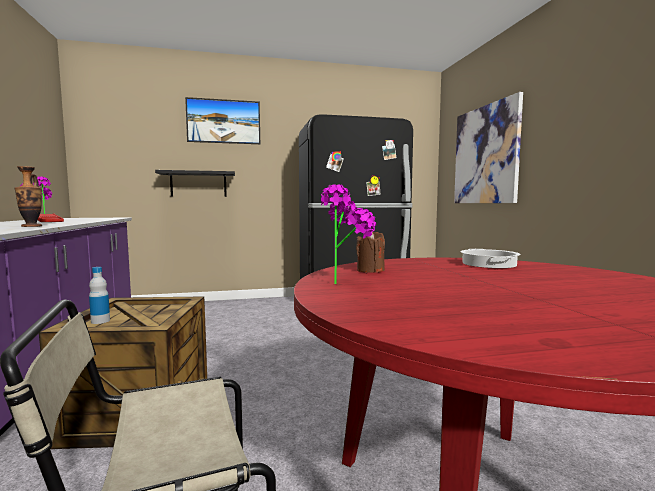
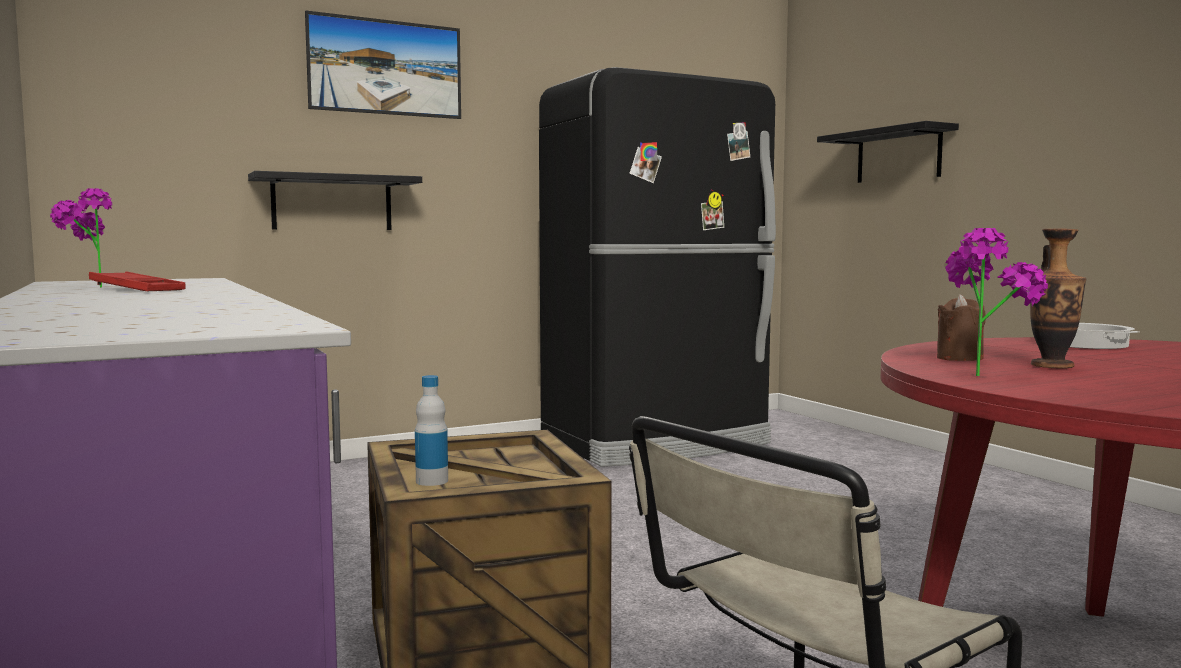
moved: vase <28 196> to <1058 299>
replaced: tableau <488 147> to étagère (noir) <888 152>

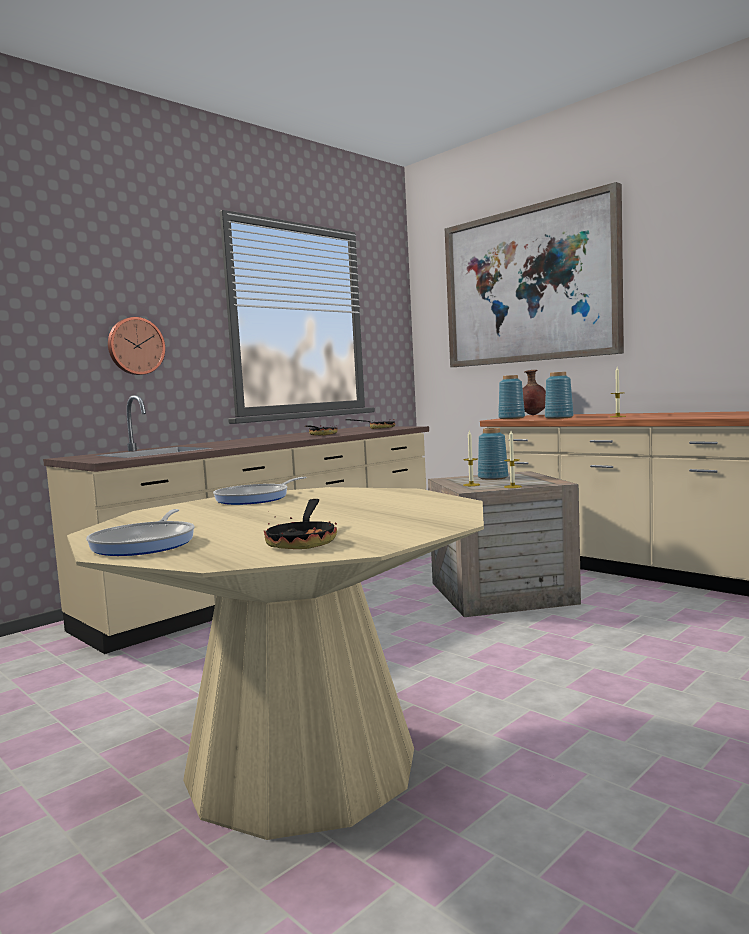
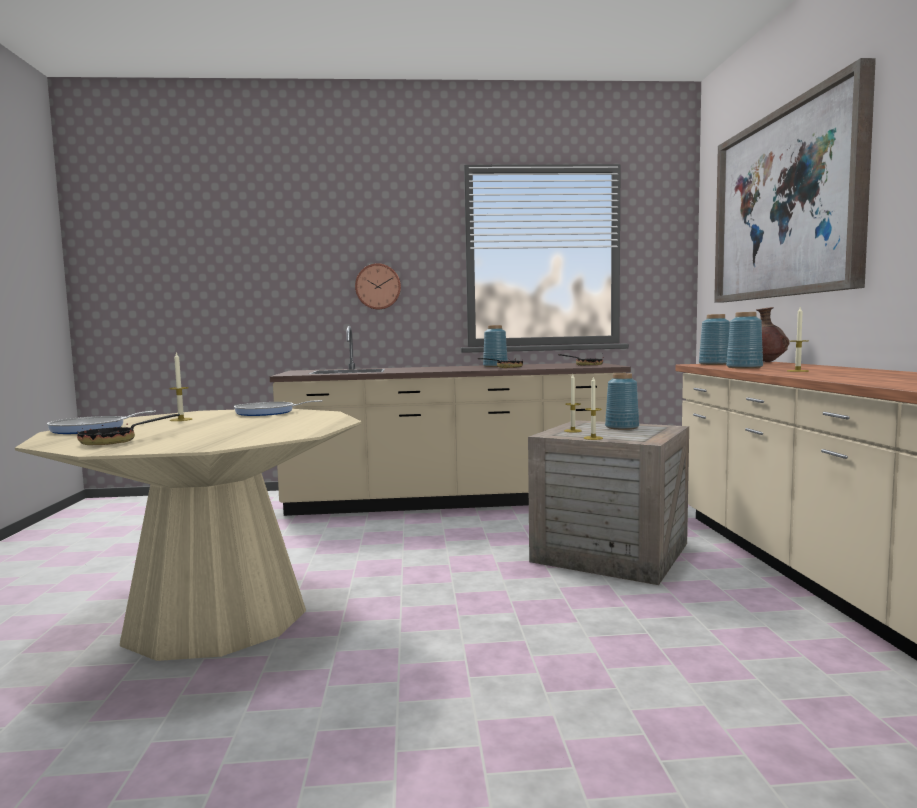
added: vase (bleu) <495 346>; bougie <180 386>

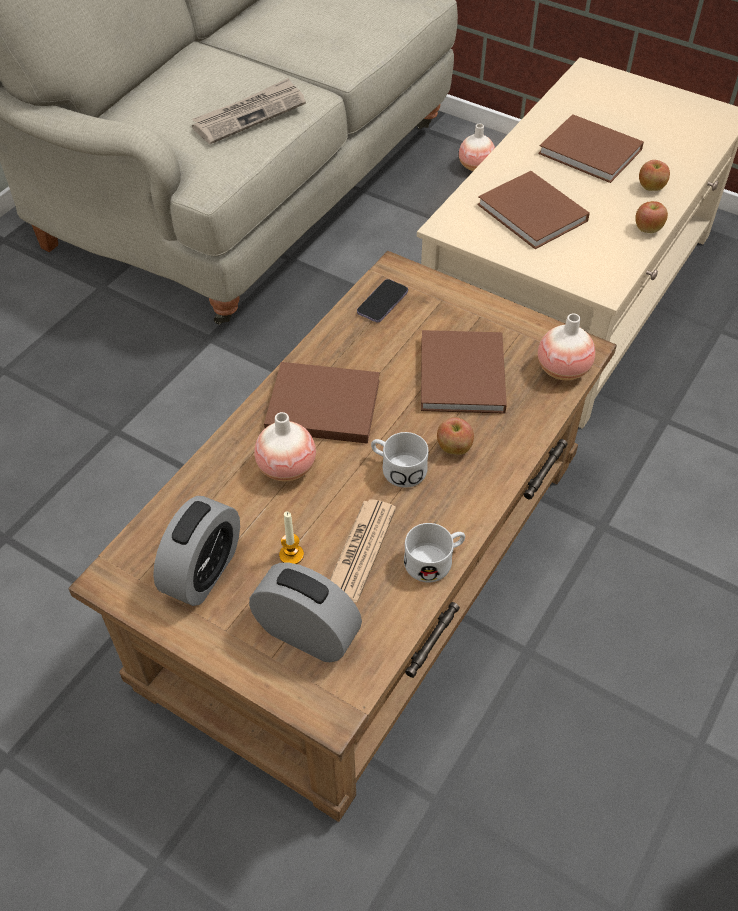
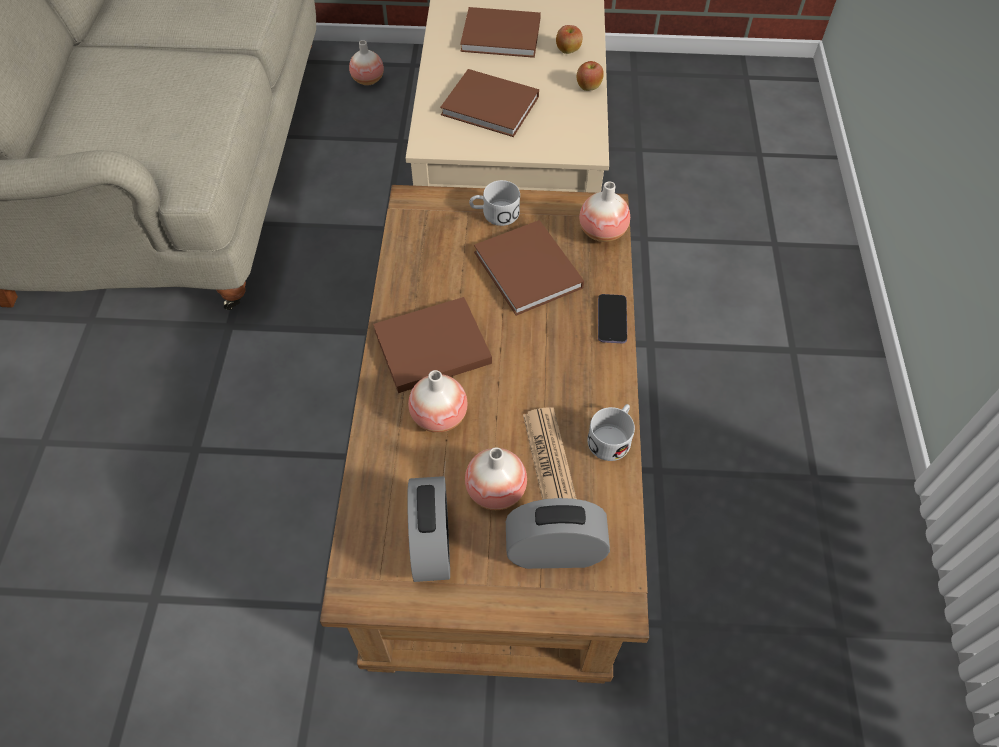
removed: journal <249 111>; pomme <455 436>
moved: téléphone <382 300> to <612 318>; mug (blanc) <400 460> to <494 203>
replaced: bougie <291 538> to vase <496 478>

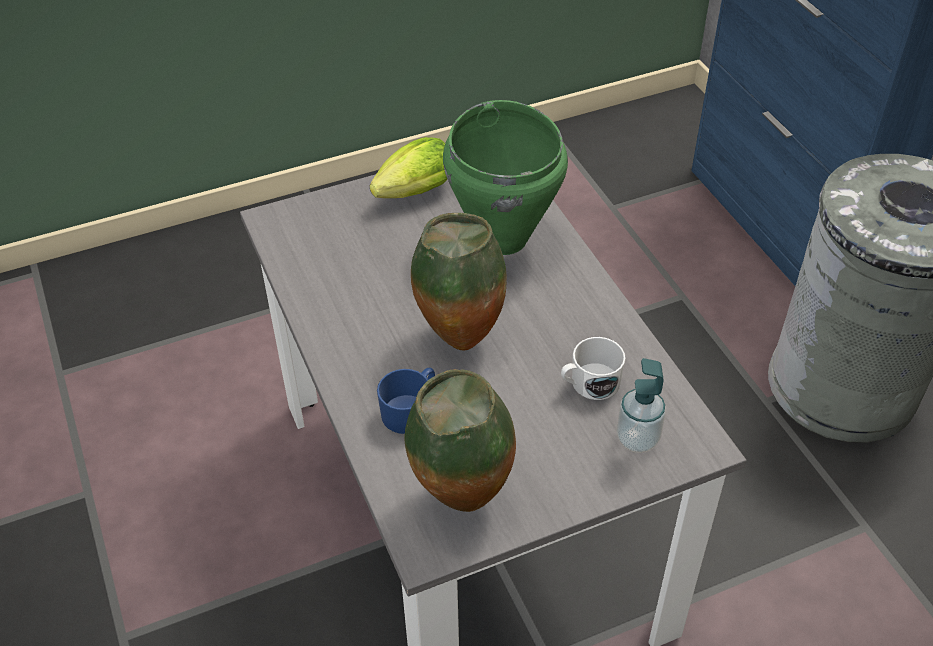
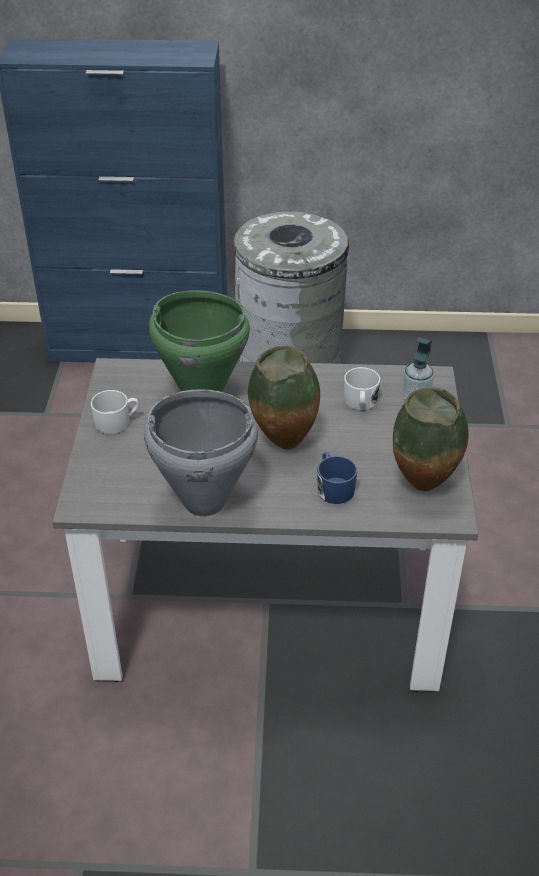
added: marmite (gris) <201 453>
replaced: laitue <408 167> to mug (blanc) <115 412>

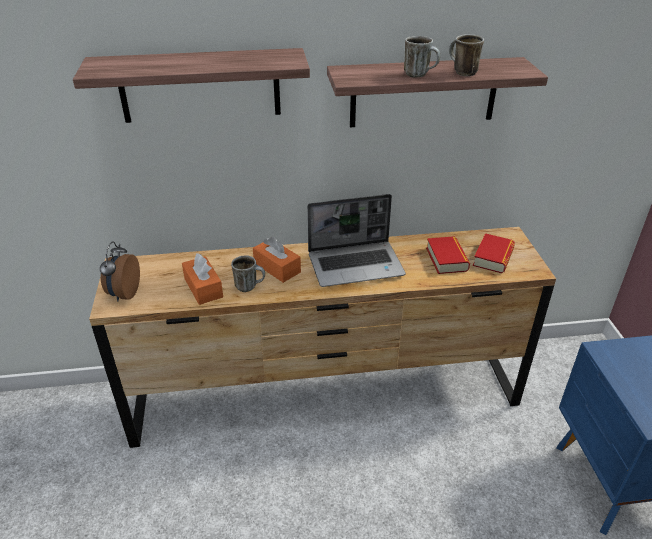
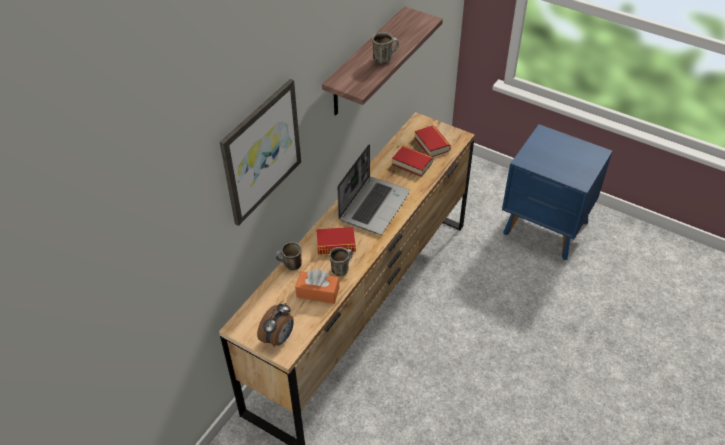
moved: mug <466 55> to <288 256>
replaced: étagère <191 85> to tableau <260 152>; boîte à mouchoirs (orange) <277 259> to livre <336 240>
turned: réveil <120 271> = <275 324> 105 degrees counterclockwise

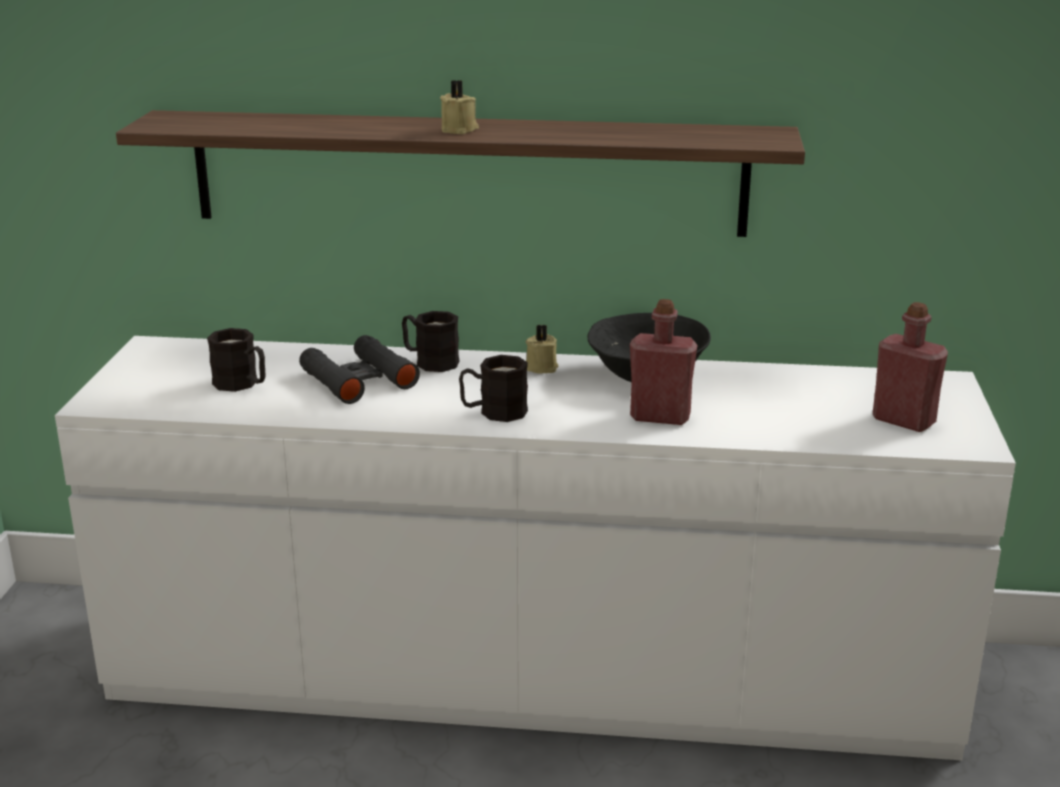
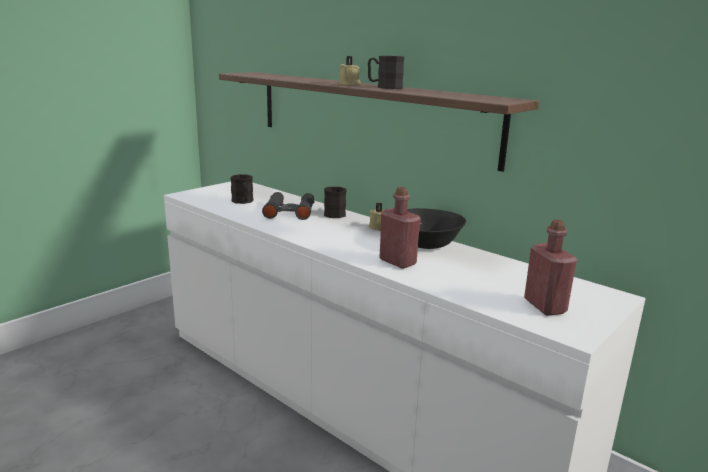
moved: mug (noir) <493 388> to <386 72>

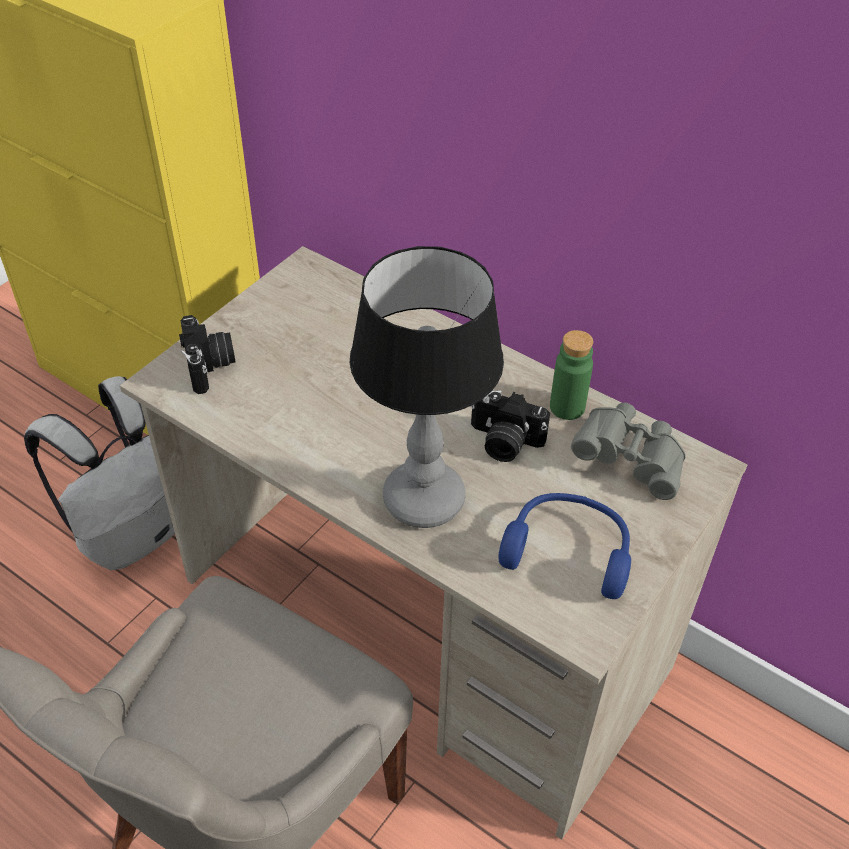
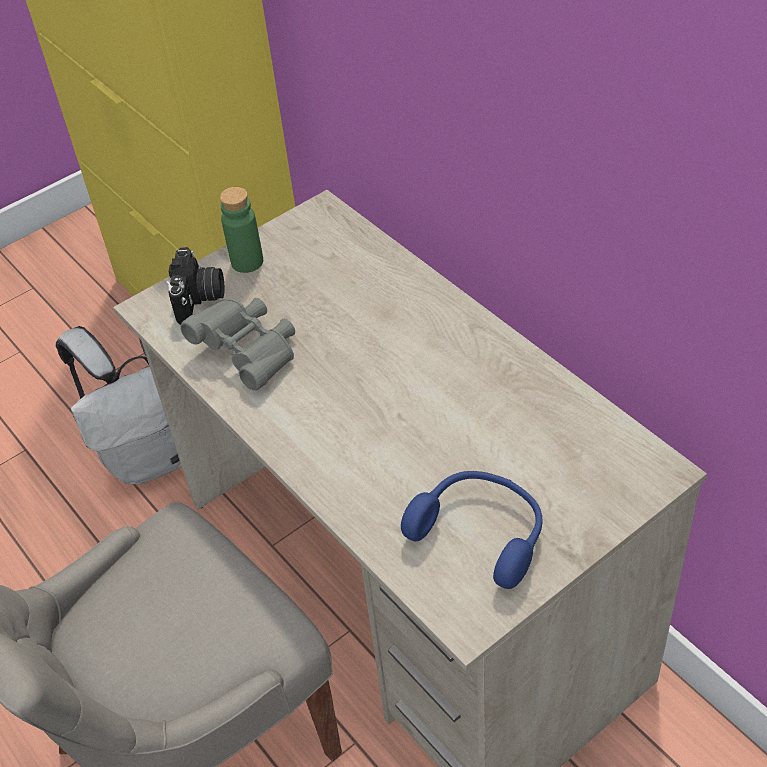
removed: lampe de table <427 387>; appareil photo <510 426>
moved: bouteille (vert) <571 375> to <241 230>; jumelles (gris) <628 451> to <238 344>

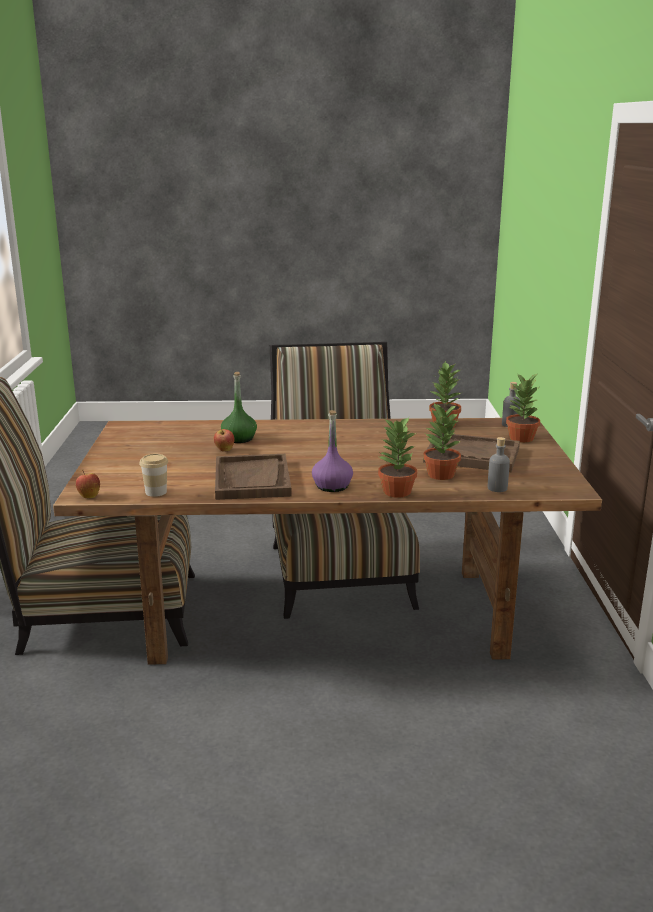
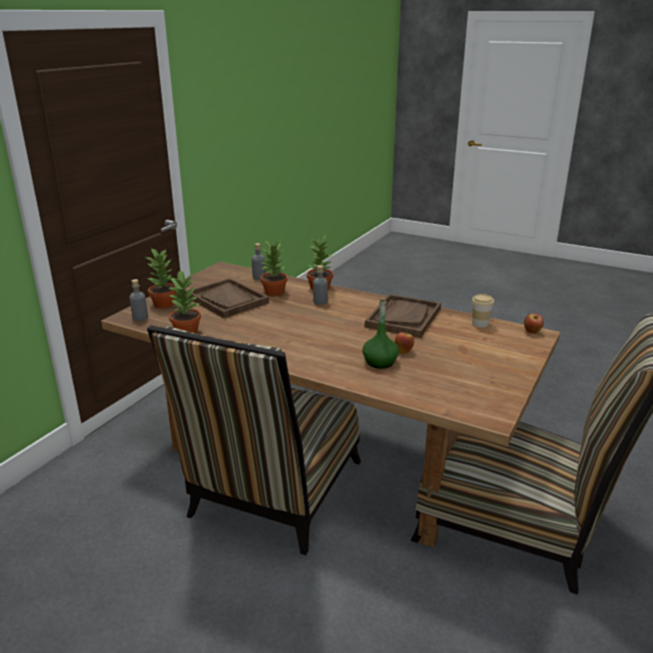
removed: bouteille (violet) <332 451>
added: bouteille (gris) <320 285>

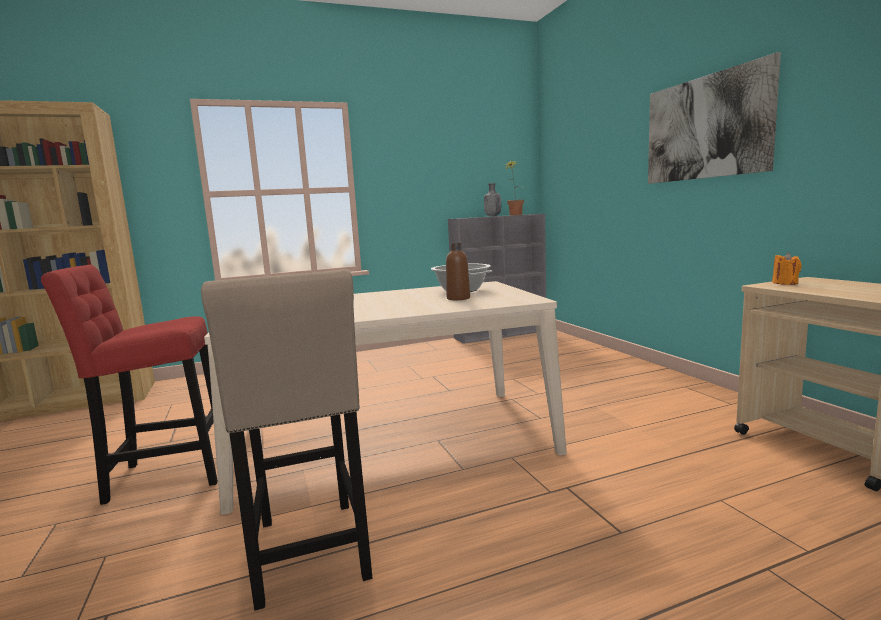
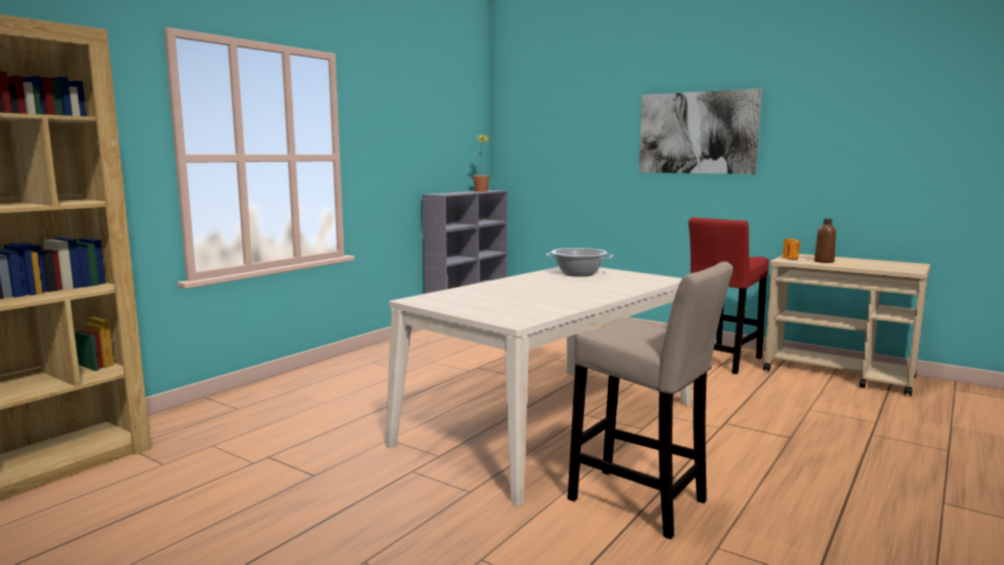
removed: bouteille (gris) <492 199>
moved: bouteille (marron) <458 271> to <825 241>; tabouret (rouge) <129 385> to <728 295>

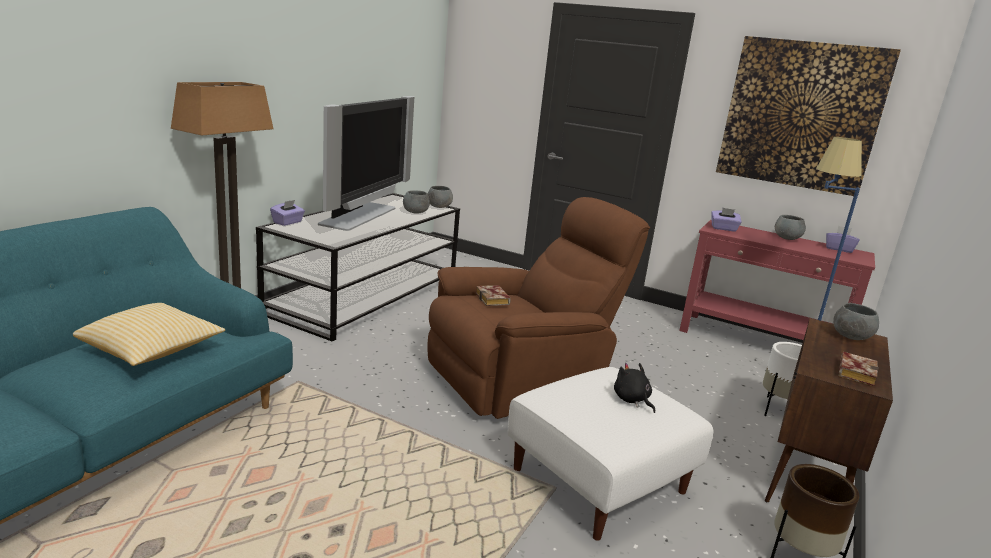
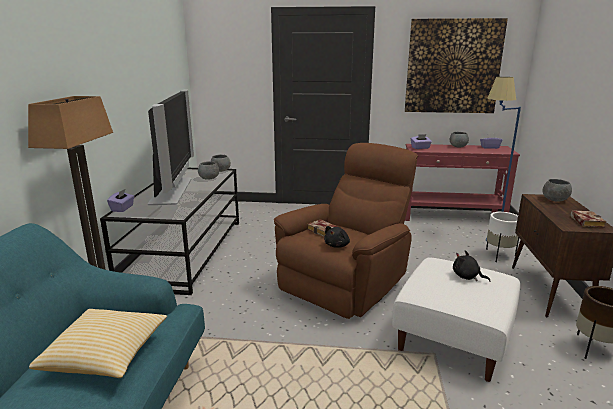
added: peluche (noir) <337 237>

